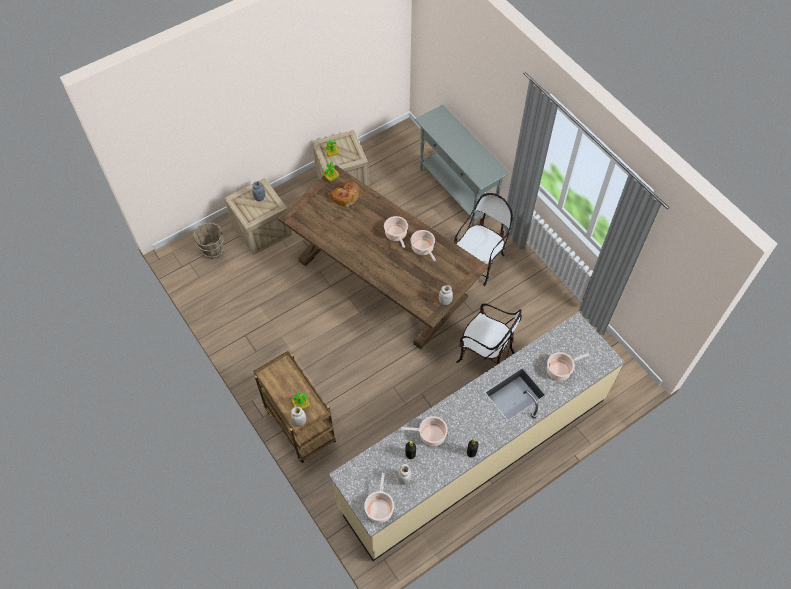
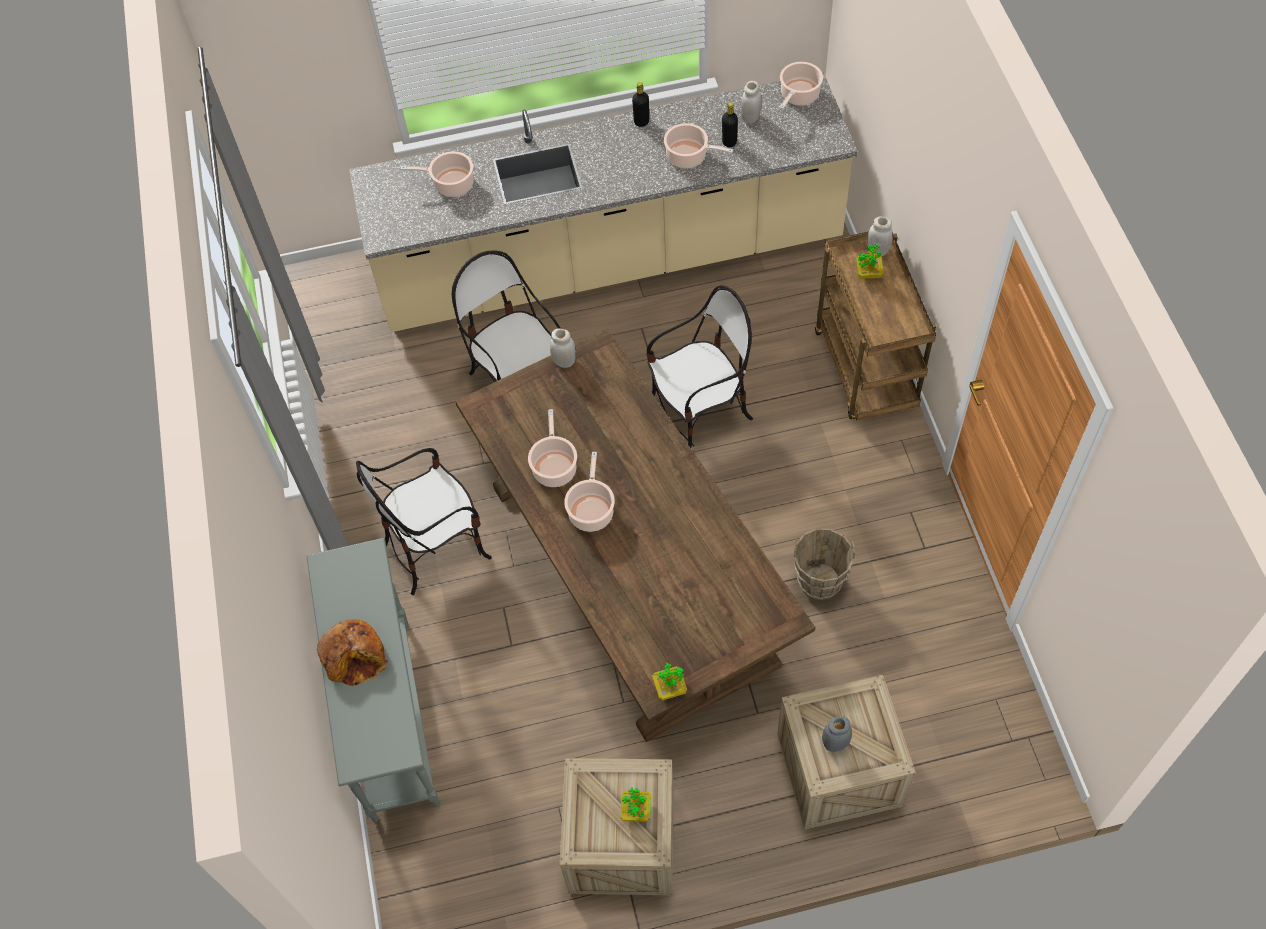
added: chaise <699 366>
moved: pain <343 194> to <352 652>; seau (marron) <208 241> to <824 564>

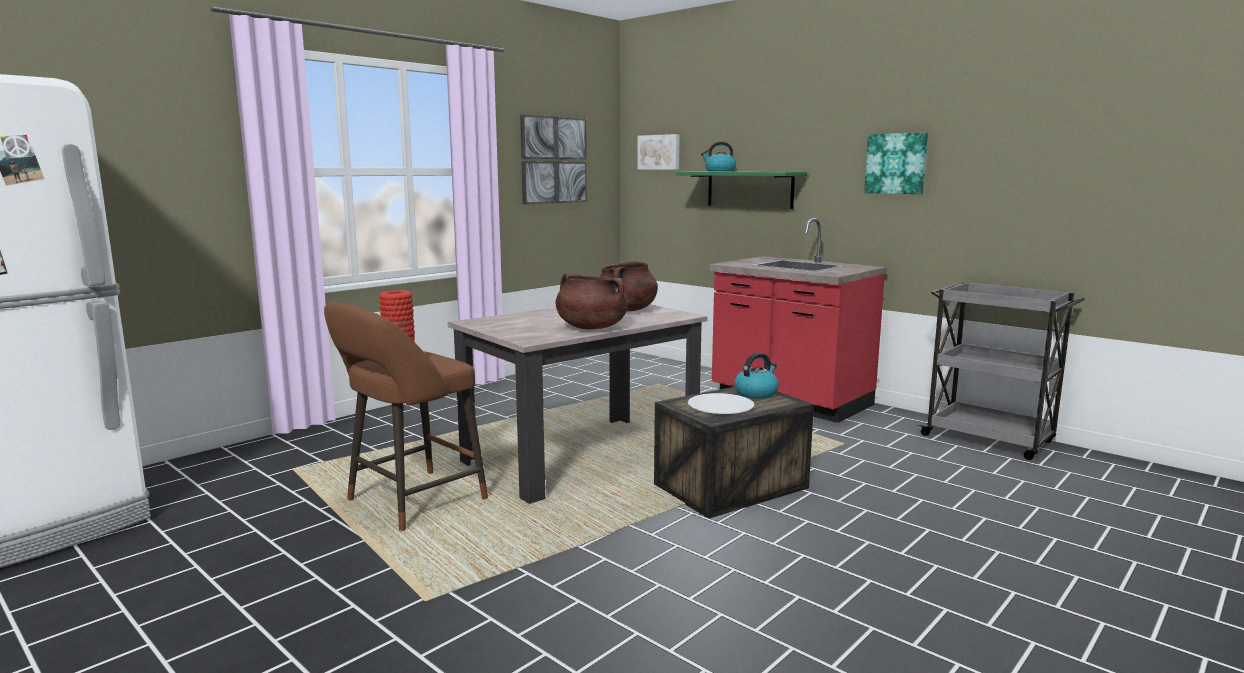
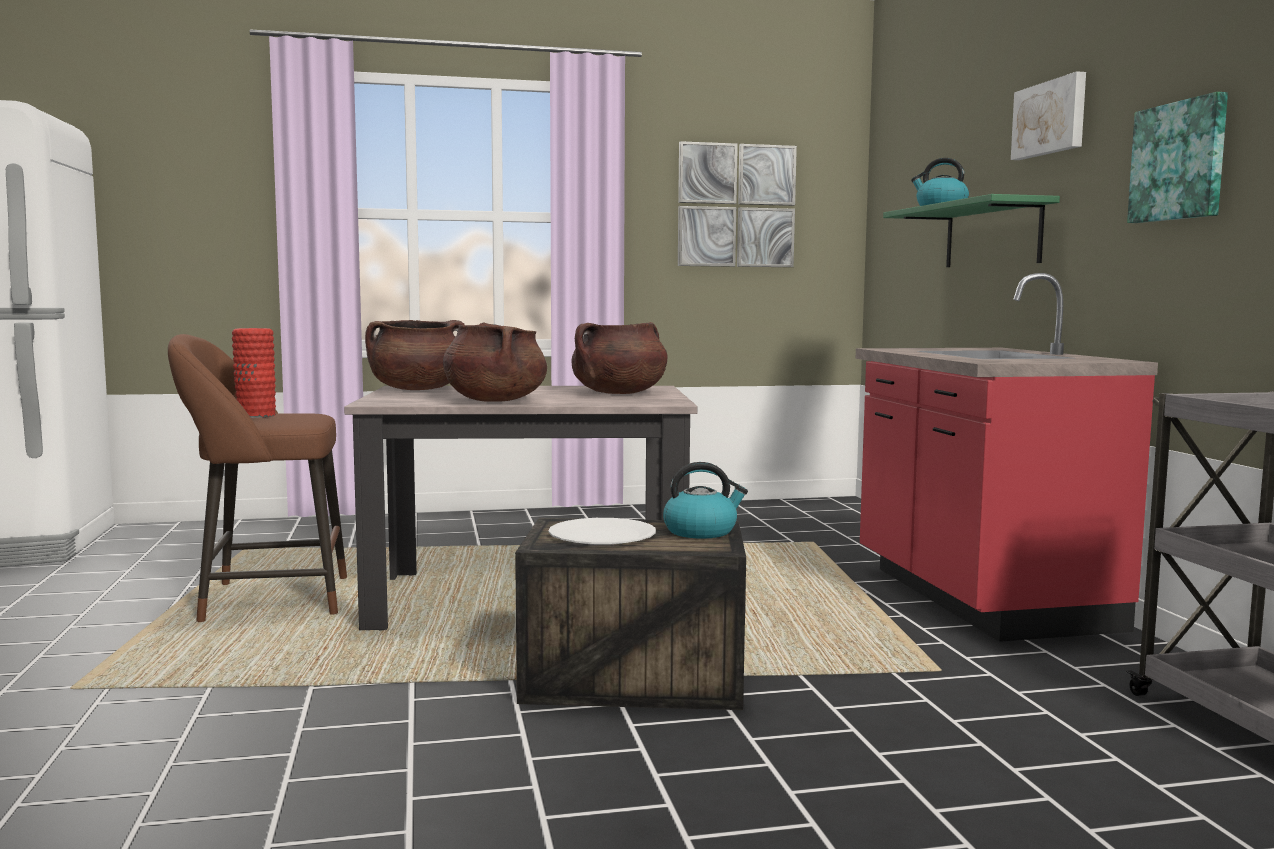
added: marmite (marron) <415 355>
moved: tableau <658 152> to <1048 115>

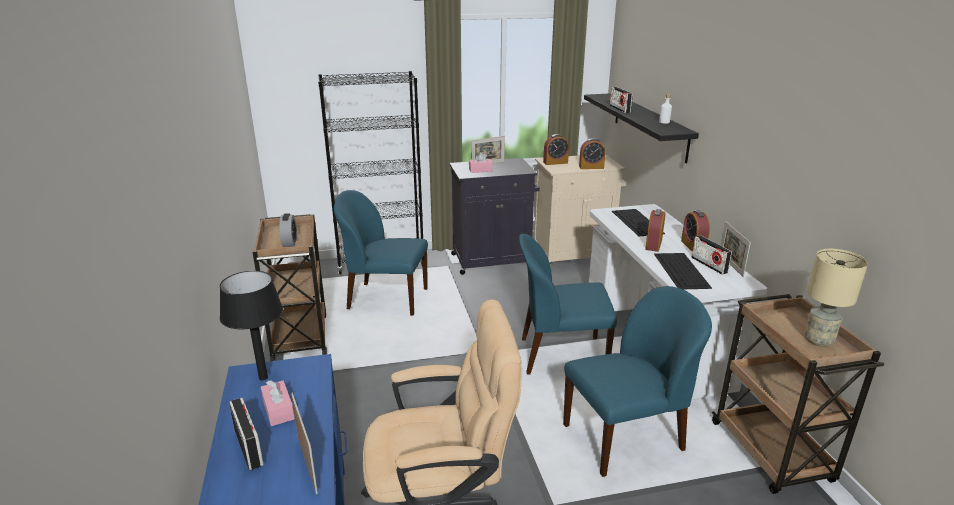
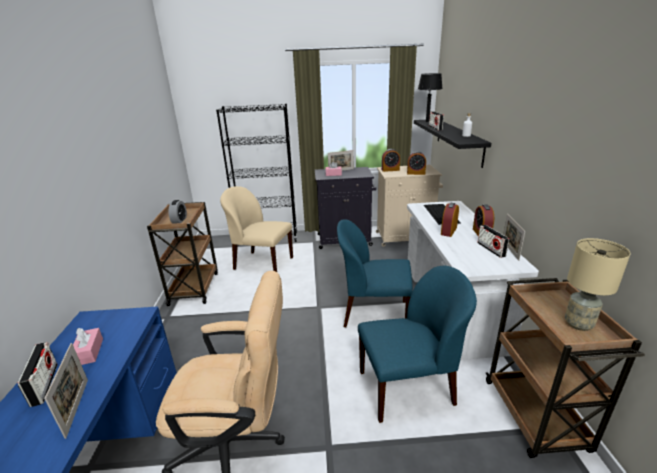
removed: clavier <683 271>
moved: lampe de table (noir) <251 326> to <430 97>
recoloured: chaise (bleu) <381 253> to chaise (beige) <256 229>

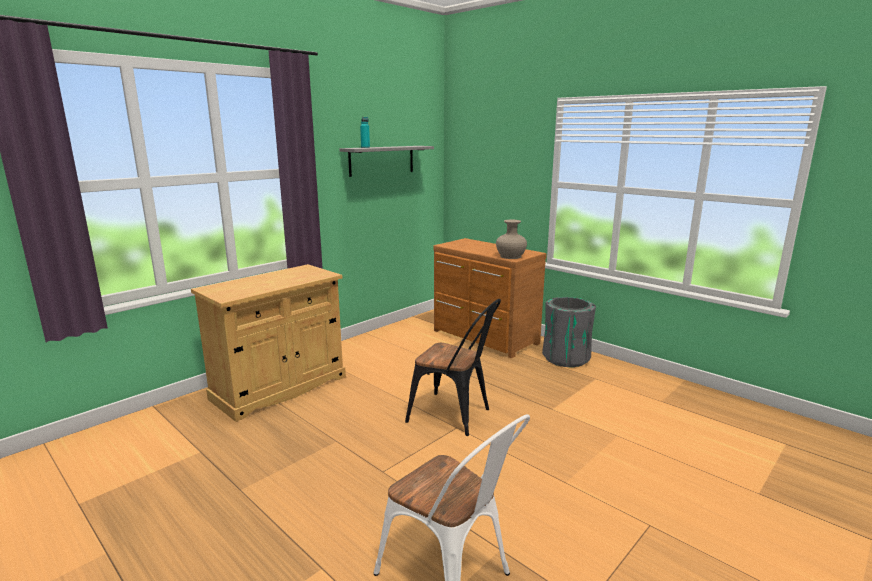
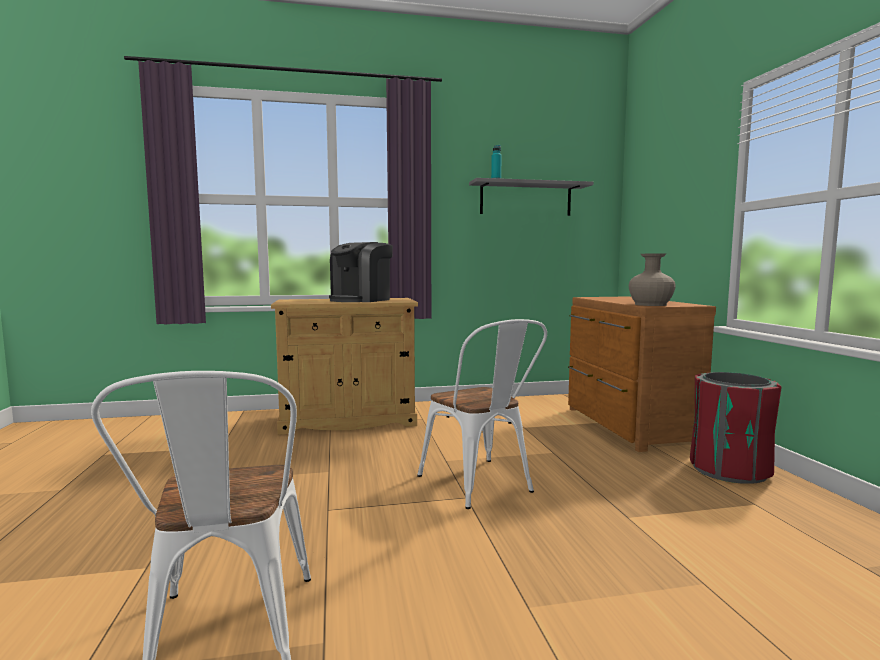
added: machine à café <361 272>
recoloured: poubelle (gris) <569 332> to poubelle (rouge) <735 428>; chaise (noir) <453 367> to chaise (blanc) <482 414>

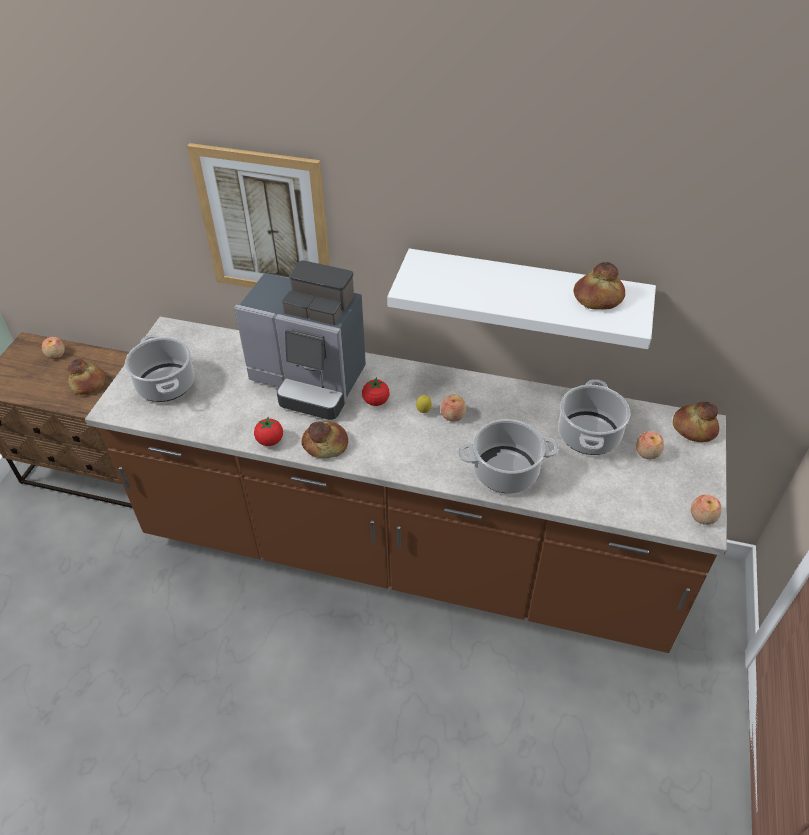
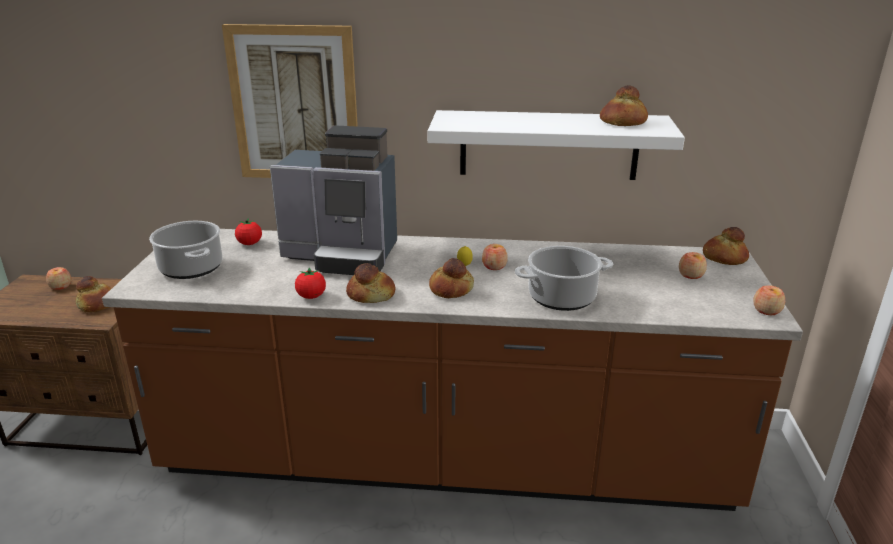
removed: marmite <594 417>
added: pain <451 278>
moved: tomate <376 391> to <248 231>

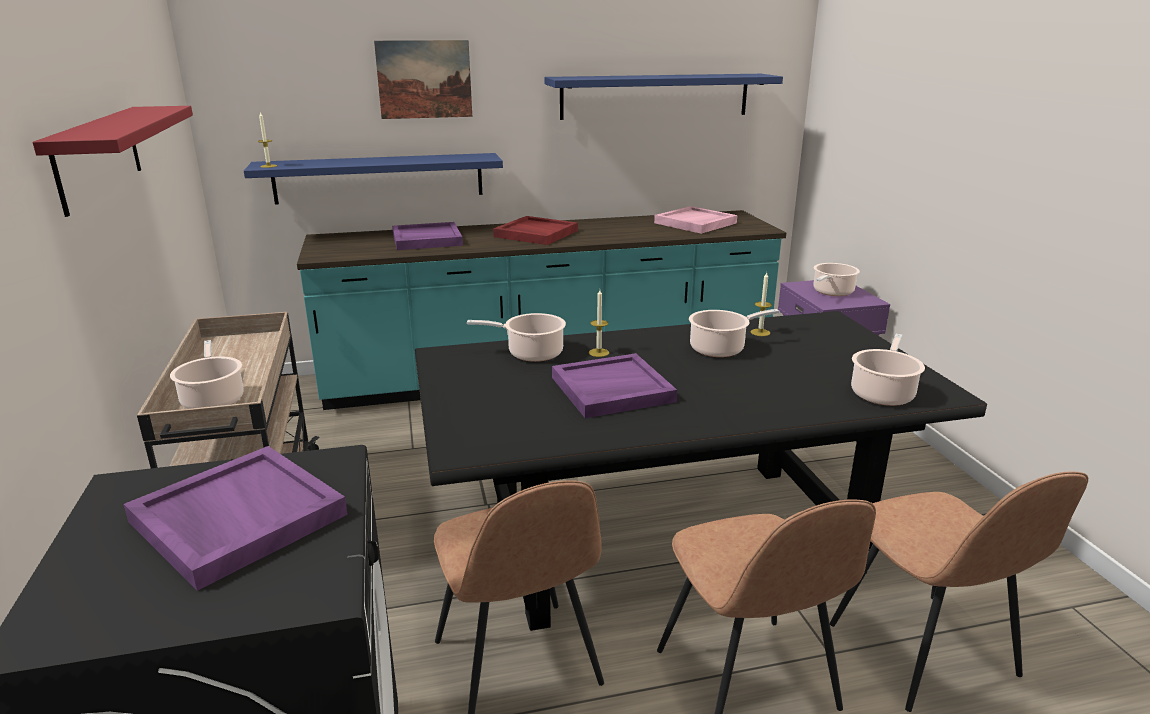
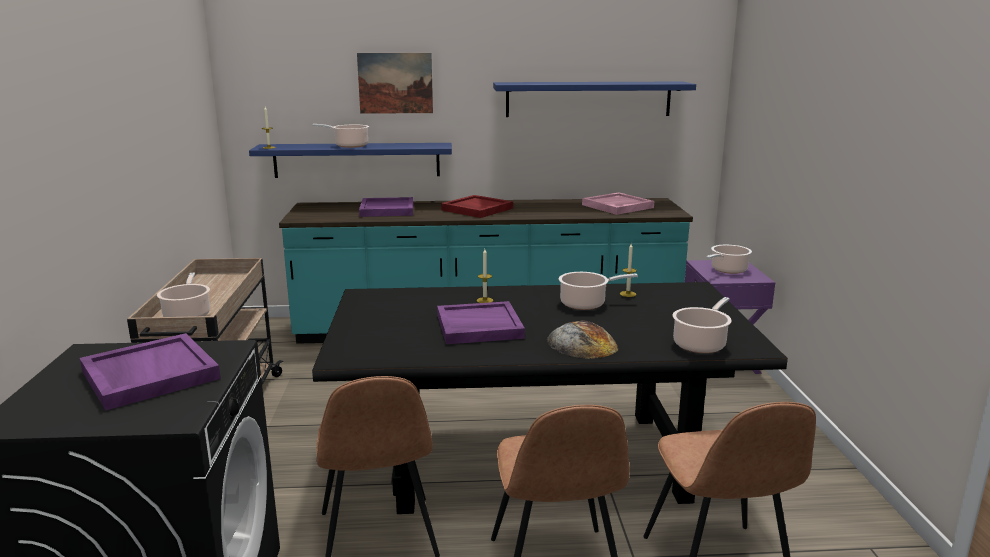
removed: étagère (rouge) <113 161>
added: pain <582 340>
moved: marmite <516 337> to <340 136>

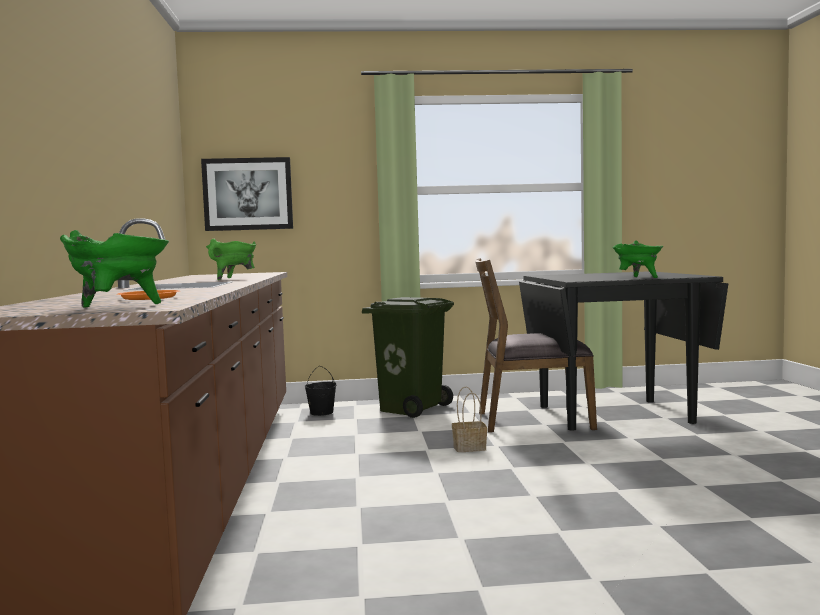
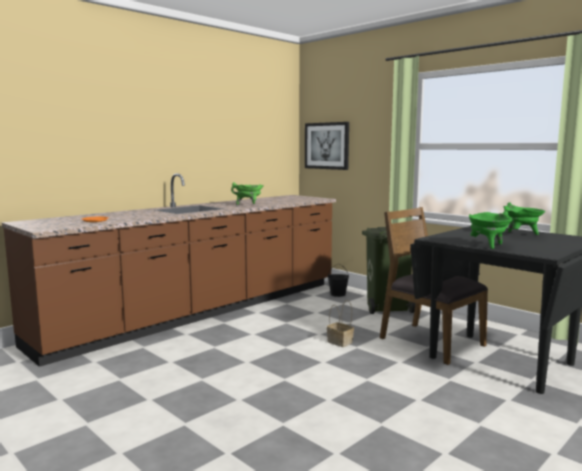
moved: marmite (vert) <114 269> to <524 219>

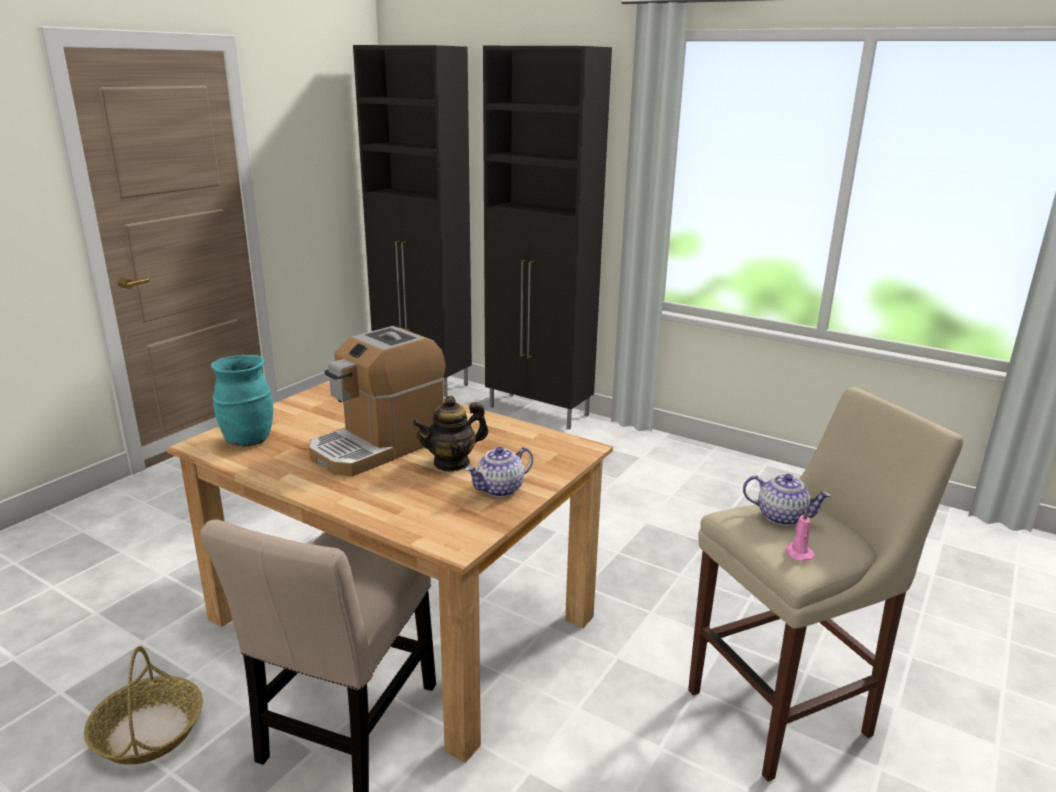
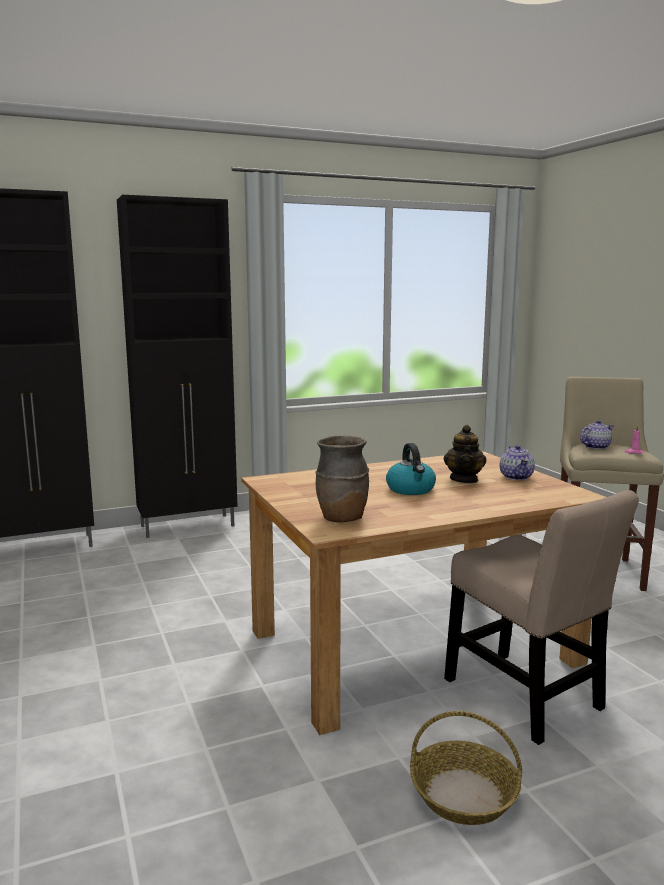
replaced: machine à café <377 401> to bouilloire <411 469>
recoloured: vase (turquoise) <242 400> to vase (marron) <342 478>

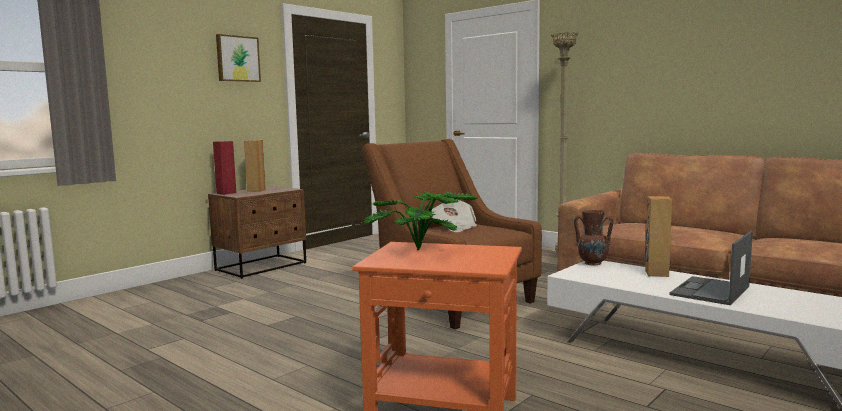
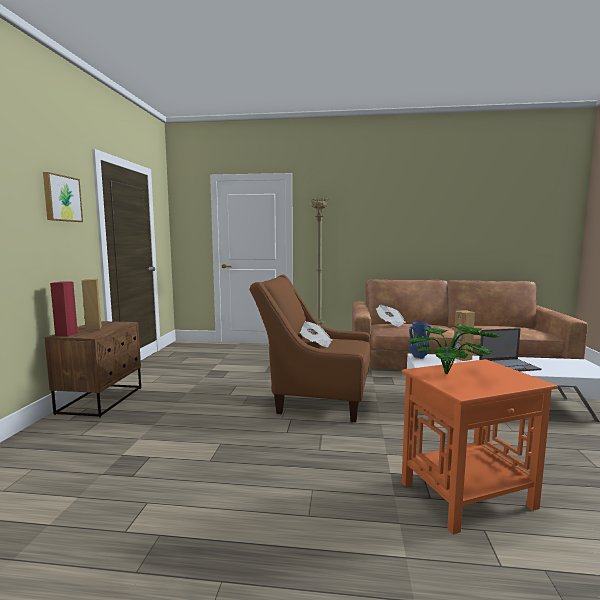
added: journal <391 316>
recoloured: vase (marron) <593 237> to vase (bleu) <420 340>
turned: ordinateur portable <711 268> = <510 349> 105 degrees counterclockwise

